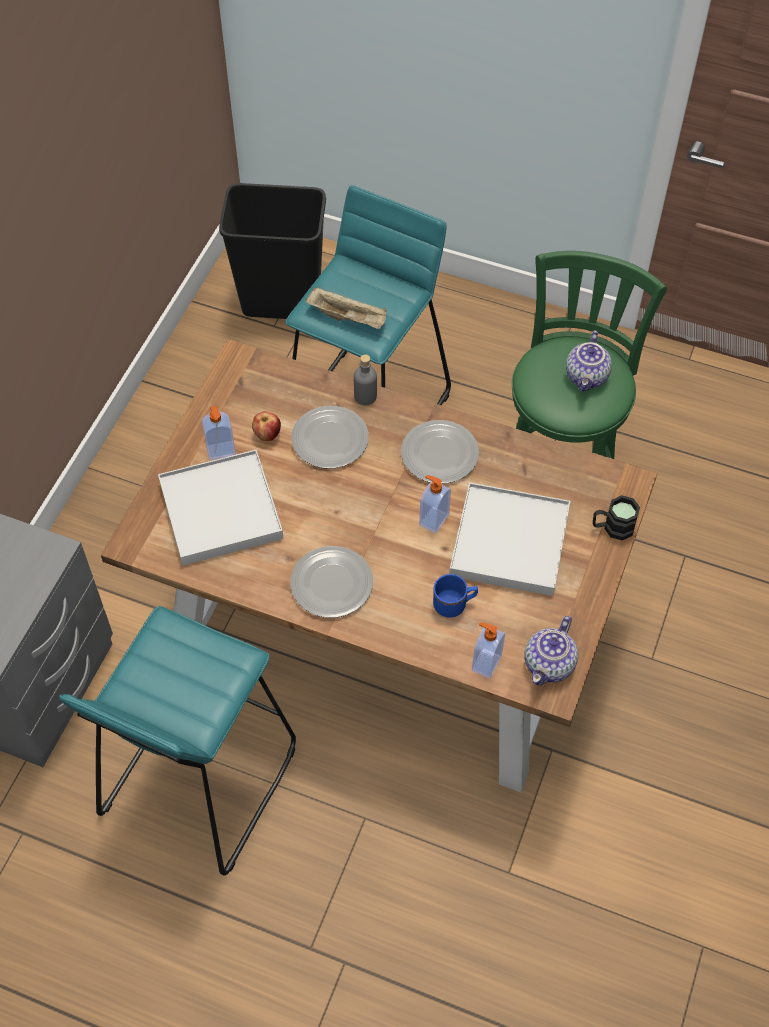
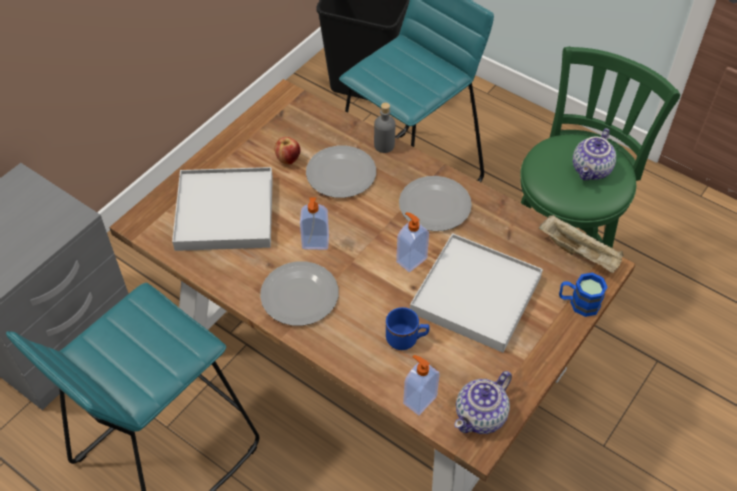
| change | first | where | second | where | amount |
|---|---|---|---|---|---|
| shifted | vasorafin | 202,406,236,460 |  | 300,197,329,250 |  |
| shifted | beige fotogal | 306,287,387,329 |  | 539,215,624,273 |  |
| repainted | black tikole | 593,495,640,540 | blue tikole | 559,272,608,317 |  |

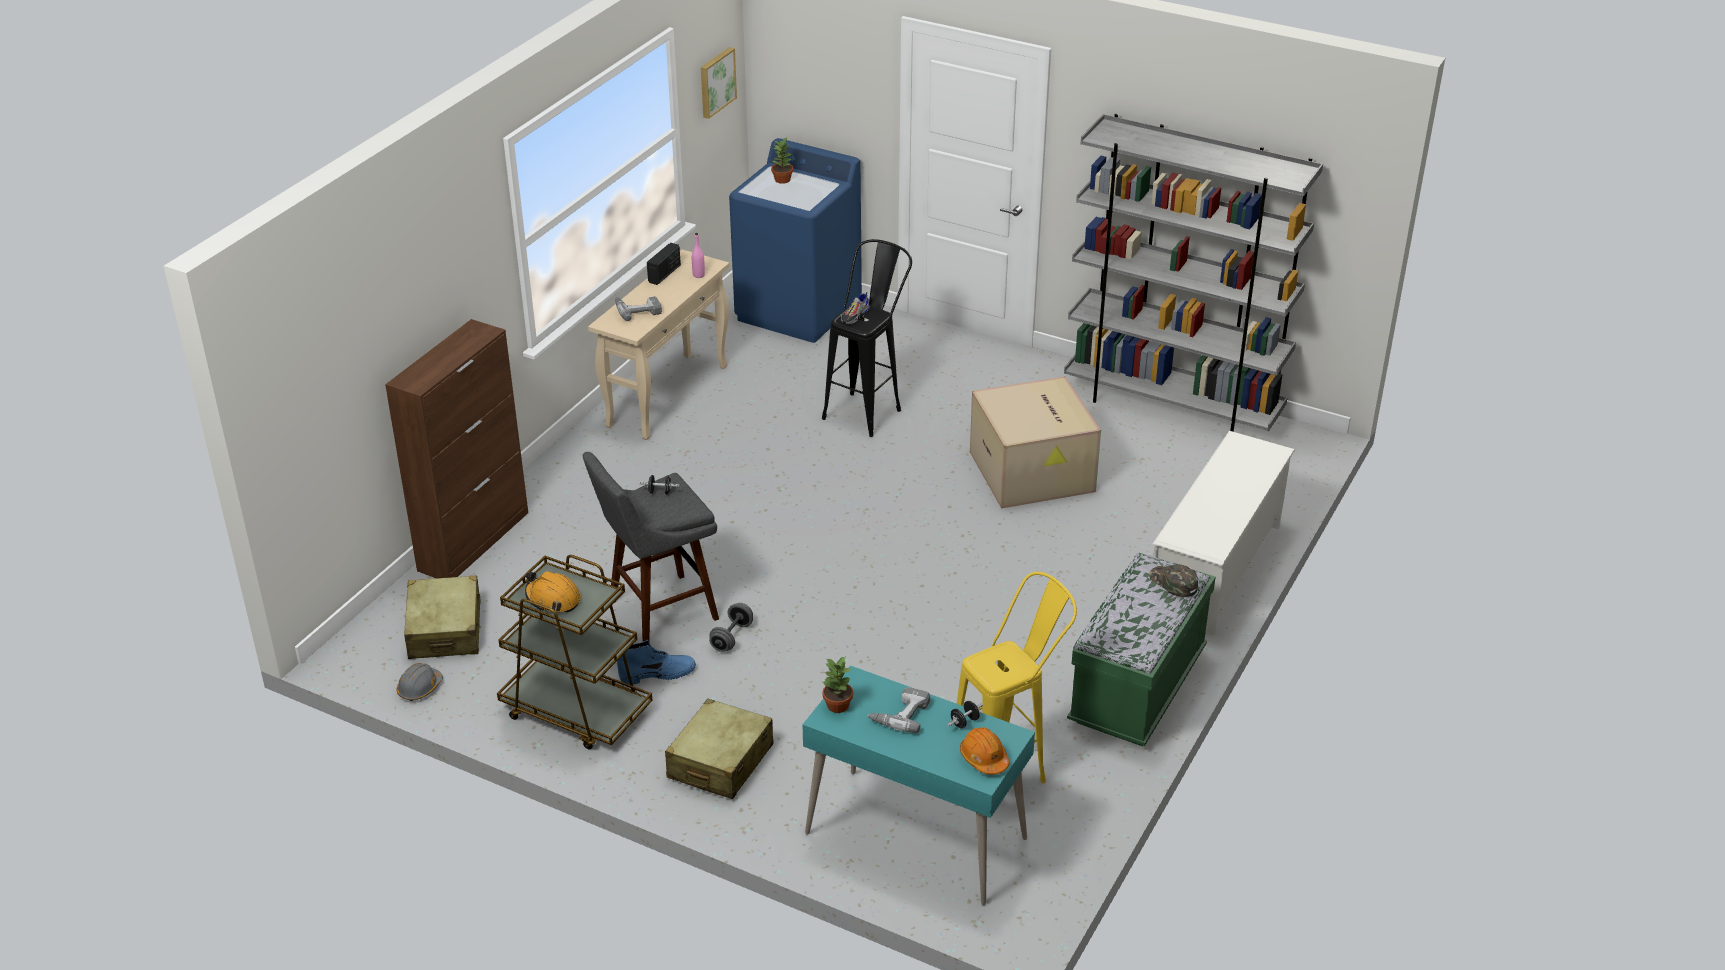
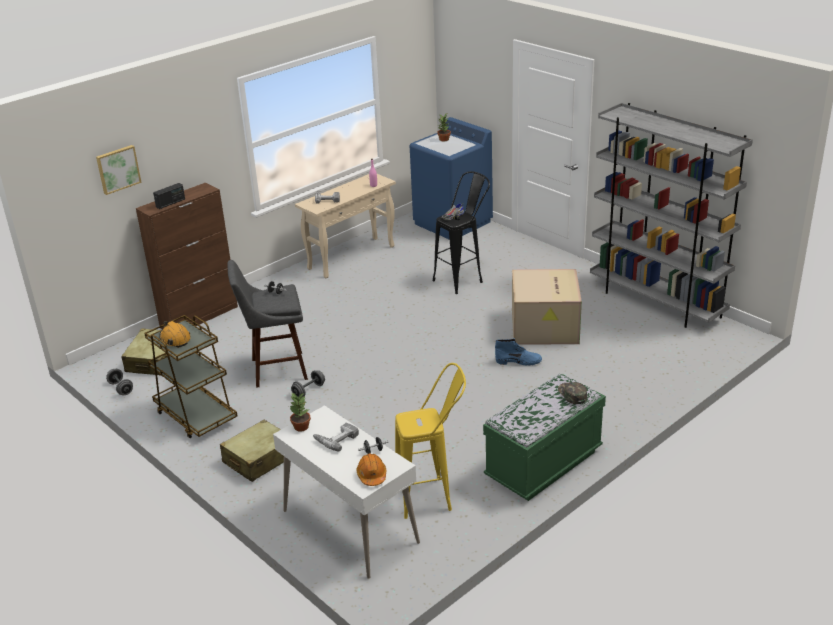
| change | first | where | second | where | amount |
|---|---|---|---|---|---|
| gone | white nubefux | 1153,431,1295,636 |  |  |  |
| shifted | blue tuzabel | 617,640,696,685 |  | 495,338,542,366 |  |
| shifted | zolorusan | 647,243,681,285 |  | 153,183,185,209 |  |
| shifted | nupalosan | 701,47,737,119 |  | 96,145,141,195 |  |
| swapped | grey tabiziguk | 396,663,443,701 | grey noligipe | 106,369,133,395 |  |
| repainted | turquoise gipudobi | 802,666,1035,905 | white gipudobi | 273,405,420,579 |  |

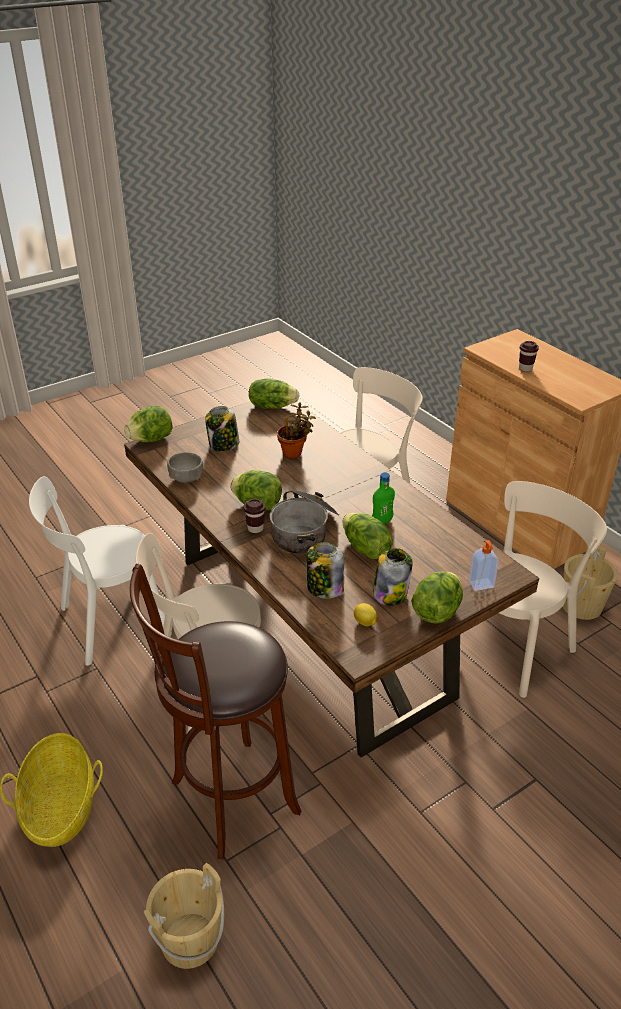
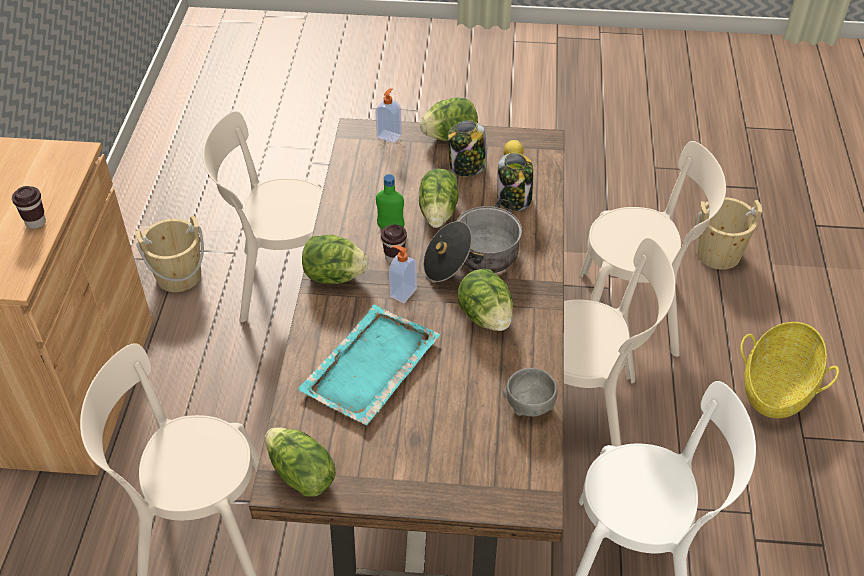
| change | first | where | second | where | amount |
|---|---|---|---|---|---|
| gone | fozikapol | 205,406,239,452 |  |  |  |
| new |  |  | vasorafin | 389,245,417,303 |  |
| shifted | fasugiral | 124,406,173,442 |  | 302,235,368,284 |  |
| shifted | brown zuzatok | 244,499,266,533 |  | 381,224,407,264 |  |
| swapped | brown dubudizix | 130,564,301,859 | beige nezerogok | 580,141,726,357 |  |
| swapped | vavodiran | 277,402,316,458 | turquoise fotogal | 298,305,440,425 |  |

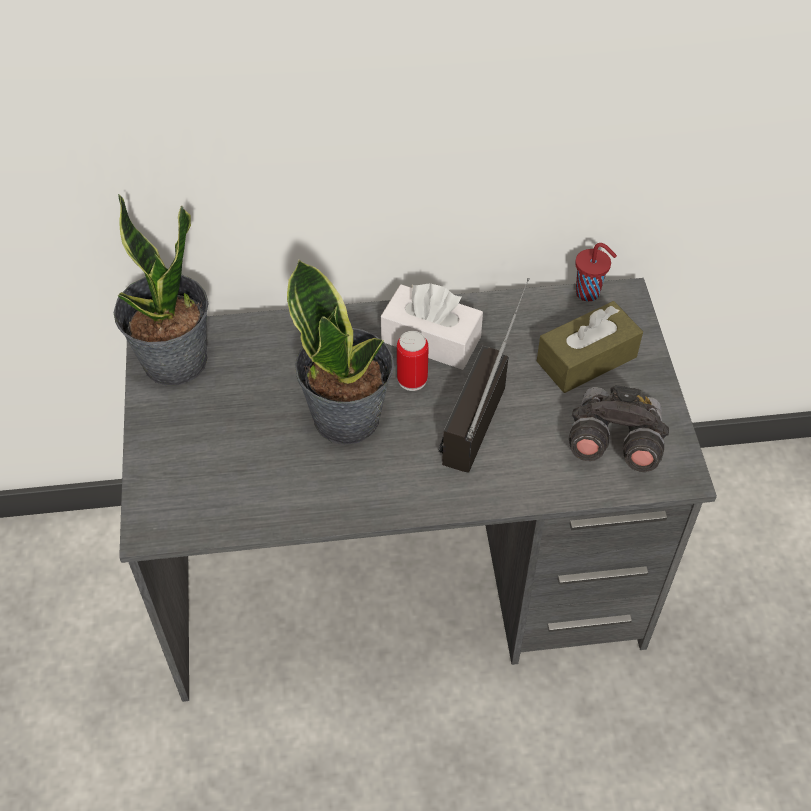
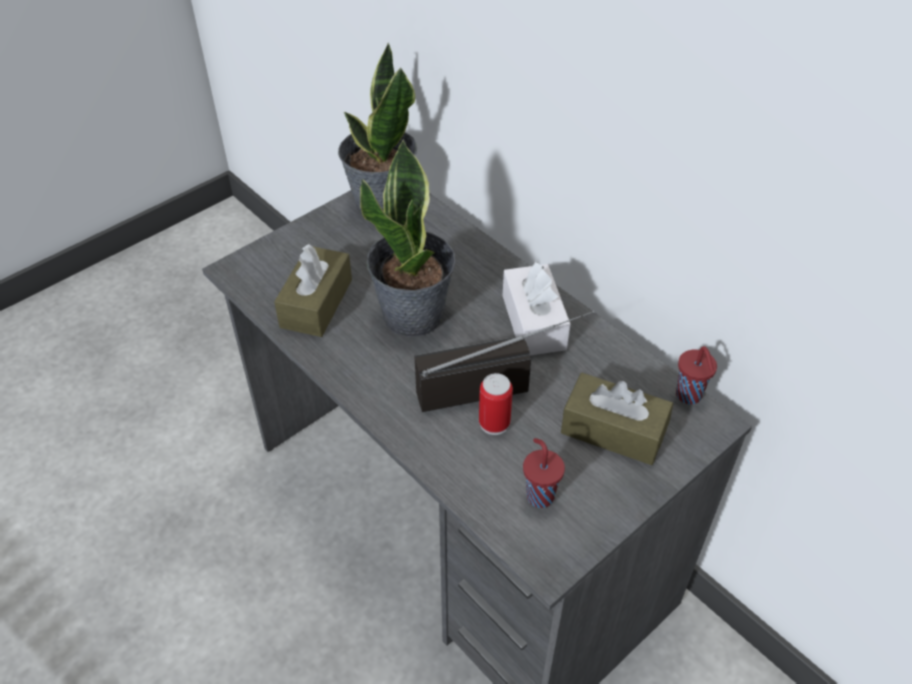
| change | first | where | second | where | amount |
|---|---|---|---|---|---|
| new |  |  | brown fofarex | 274,244,352,337 |  |
| shifted | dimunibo | 397,331,429,391 |  | 479,373,513,435 |  |
| swapped | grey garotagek | 569,385,669,472 | red zuzatok | 523,438,565,508 |  |

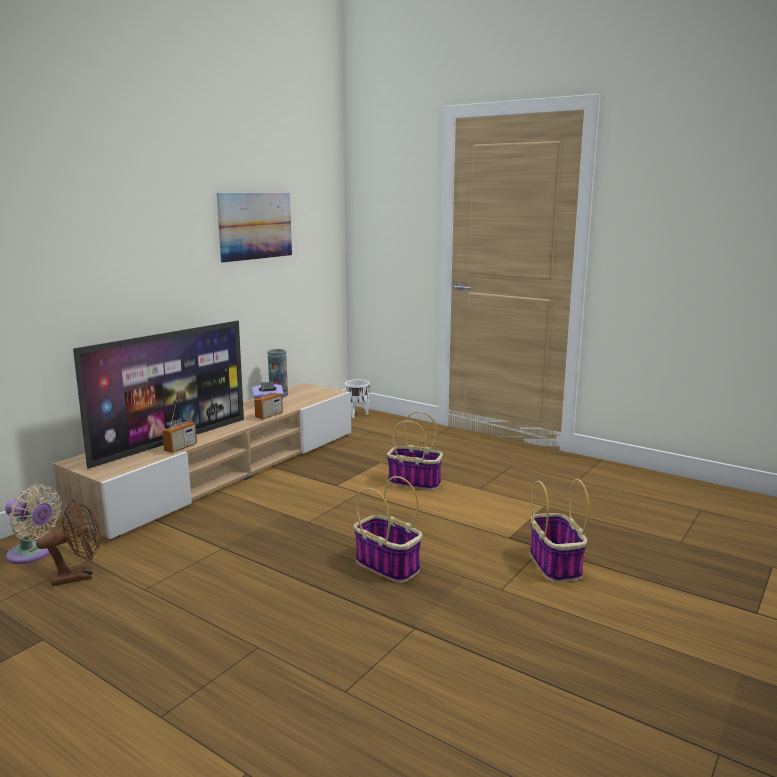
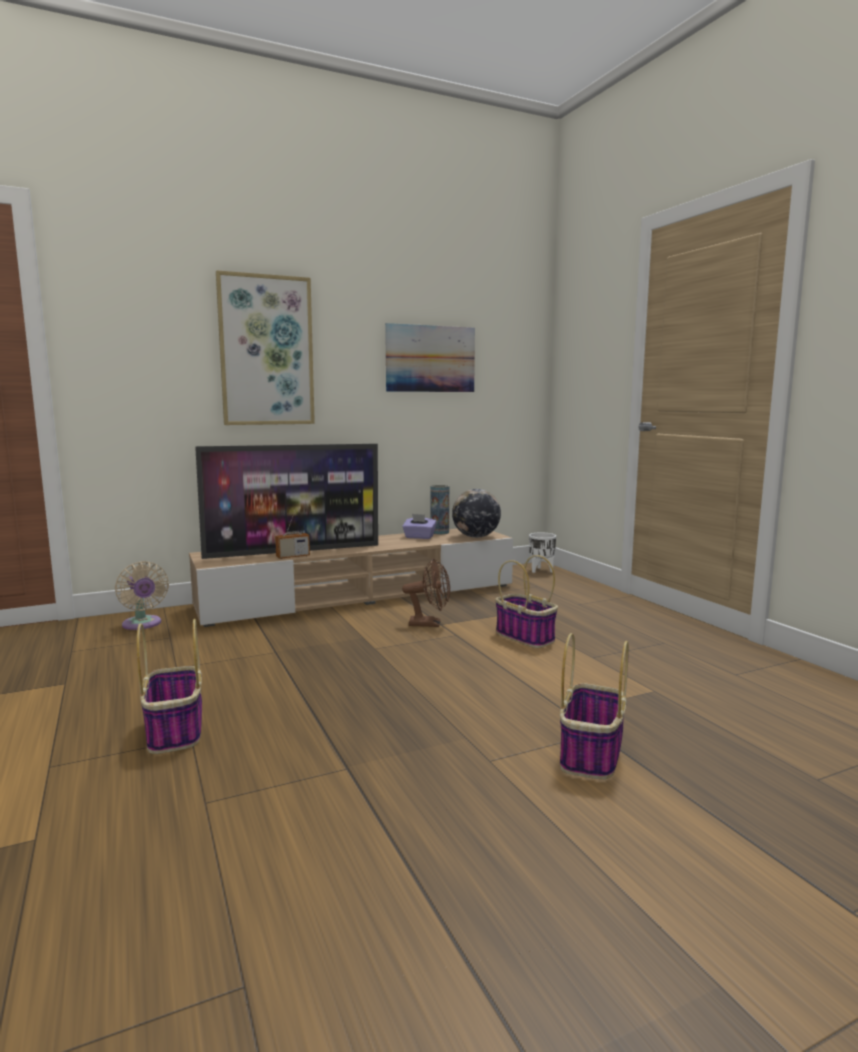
| change | first | where | second | where | amount |
|---|---|---|---|---|---|
| gone | zolorusan | 254,373,283,419 |  |  |  |
| new |  |  | nupalosan | 216,270,315,425 |  |
| new |  |  | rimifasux | 452,489,501,538 |  |
| shifted | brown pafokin | 36,500,100,586 |  | 402,558,450,627 |  |
| shifted | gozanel | 354,476,422,583 |  | 137,619,202,754 |  |

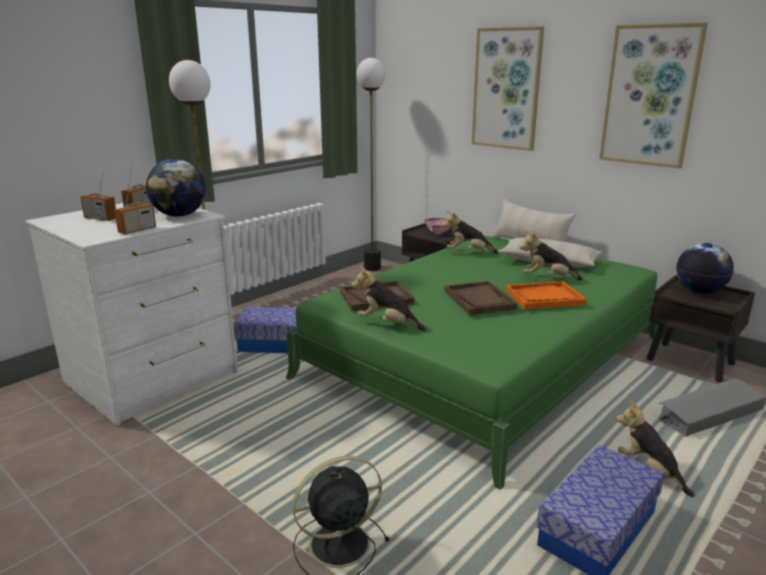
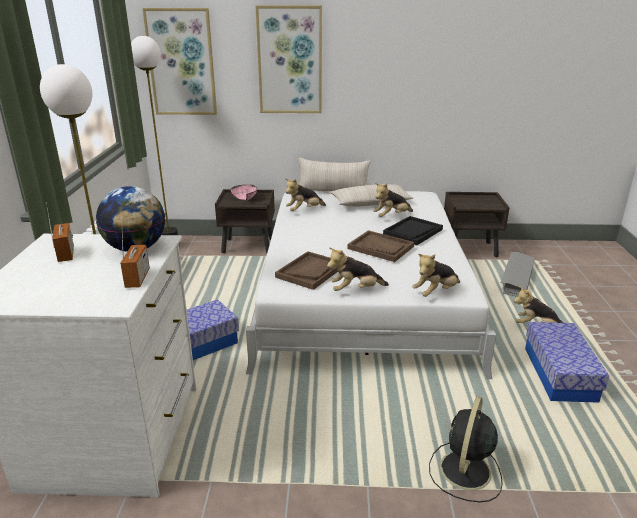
| change | first | where | second | where | amount |
|---|---|---|---|---|---|
| gone | zolorusan | 80,174,116,221 |  |  |  |
| gone | rimifasux | 676,243,734,294 |  |  |  |
| new |  |  | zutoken | 412,254,460,297 |  |
| shifted | nupalosan | 599,23,708,168 |  | 142,8,217,115 |  |
| repainted | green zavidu | 286,236,658,490 | white zavidu | 246,191,496,379 |  |
| repainted | orange fotogal | 506,281,587,310 | black fotogal | 383,216,443,245 |  |

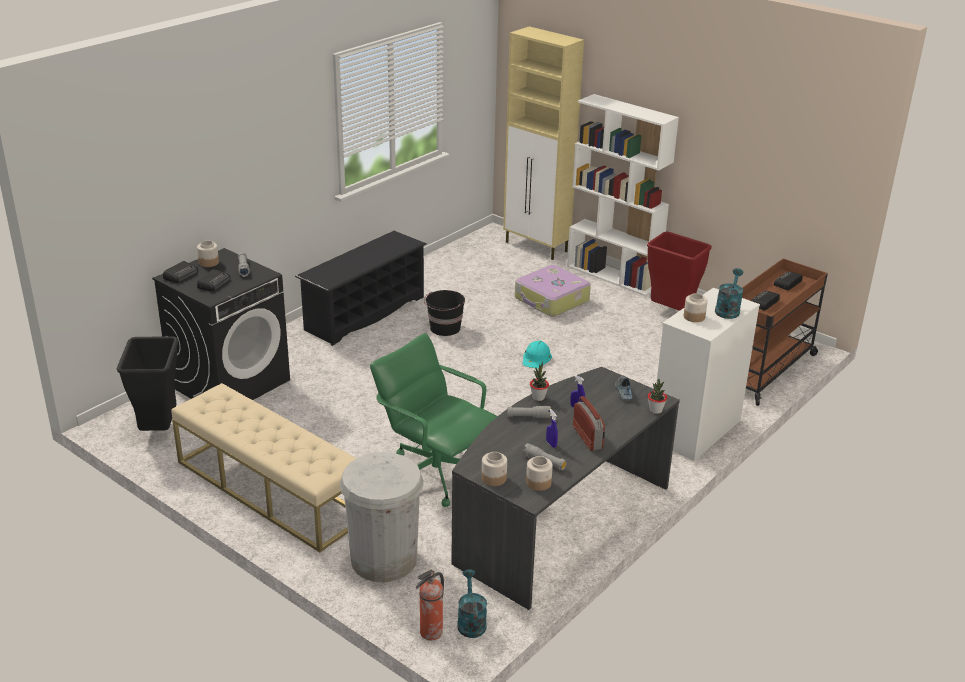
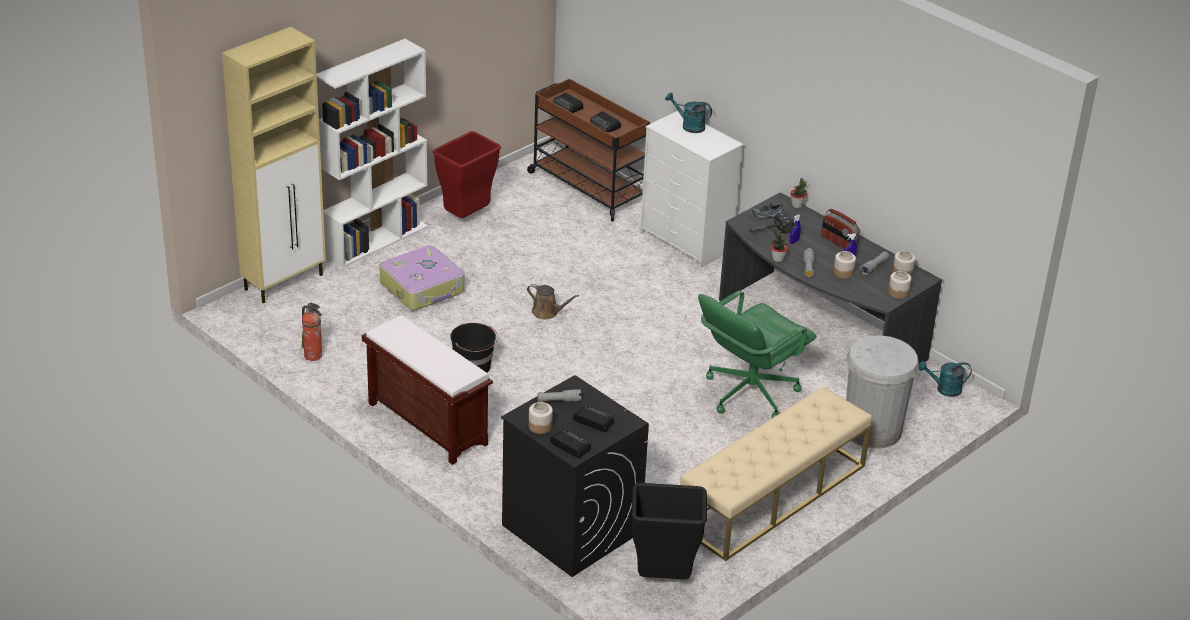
| change | first | where | second | where | amount |
|---|---|---|---|---|---|
| new |  |  | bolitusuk | 750,212,795,234 |  |
| shifted | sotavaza | 416,570,444,640 |  | 302,303,322,361 |  |
| shifted | fozikapol | 684,293,707,322 |  | 833,251,856,279 |  |
| swapped | black nubefux | 295,231,427,346 | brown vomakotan | 362,315,493,465 |  |
| swapped | turquoise tabiziguk | 523,340,552,369 | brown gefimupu | 527,284,579,319 |  |
| rotated | zolorusan | 573,396,605,451 |  | 821,209,860,249 | 120 degrees counterclockwise |

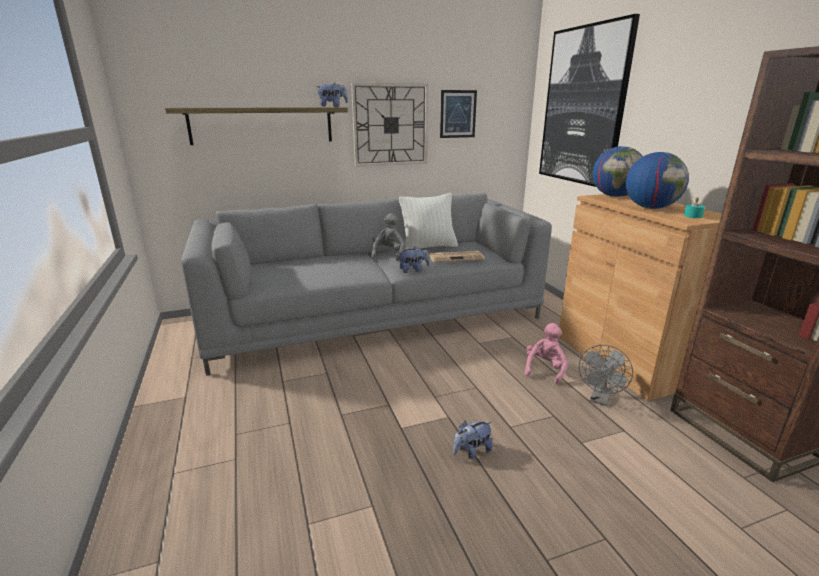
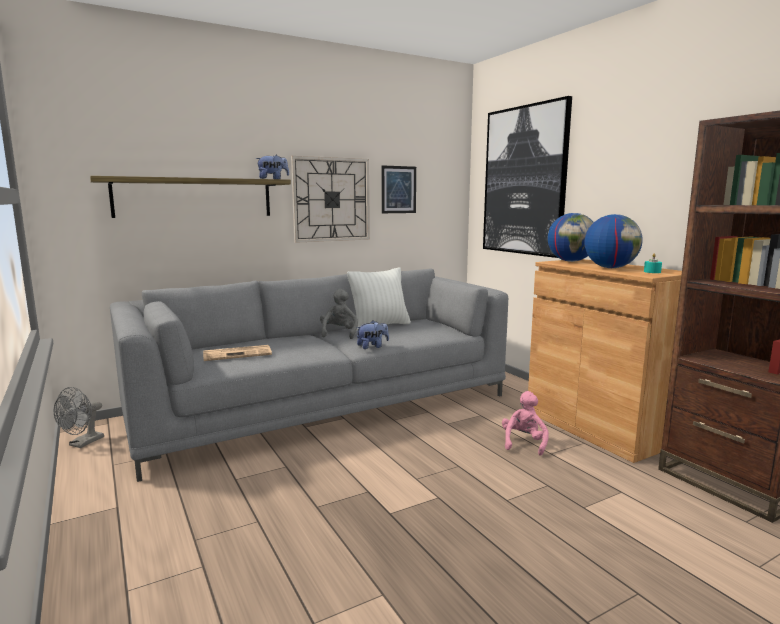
| change | first | where | second | where | amount |
|---|---|---|---|---|---|
| gone | zutoken | 453,421,493,459 |  |  |  |
| shifted | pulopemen | 429,251,485,263 |  | 203,345,272,361 |  |
| shifted | grey pafokin | 579,345,633,406 |  | 54,387,104,448 |  |

